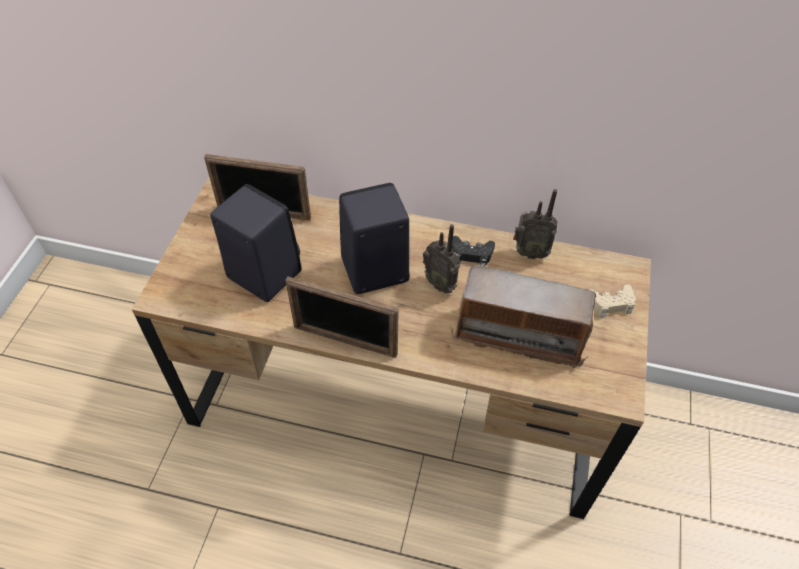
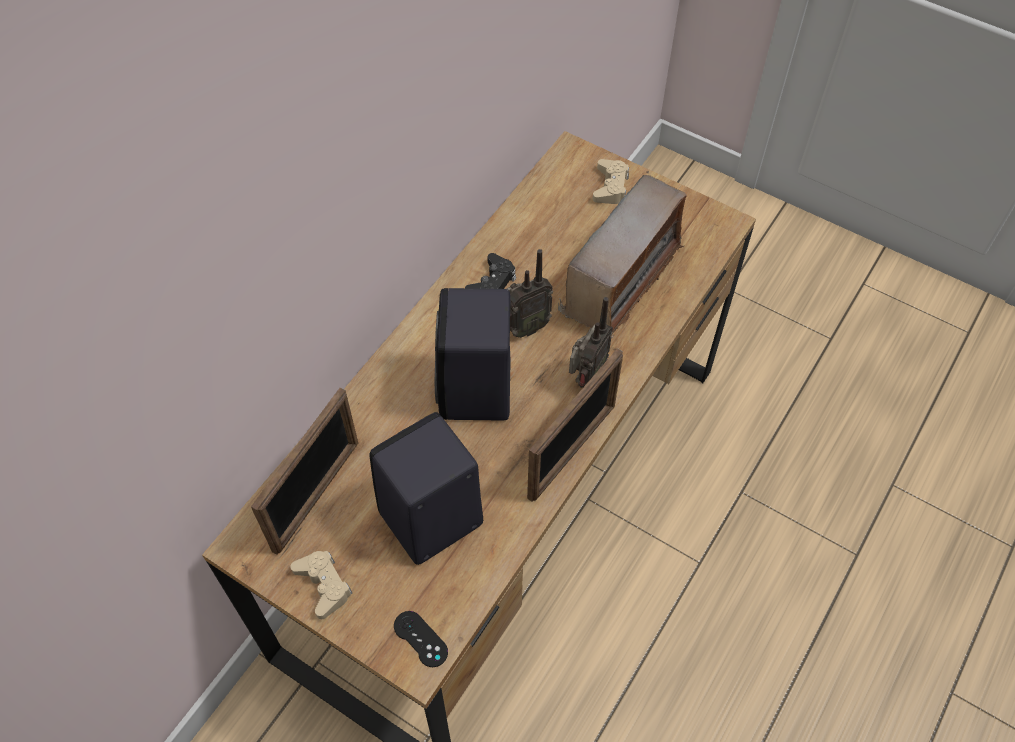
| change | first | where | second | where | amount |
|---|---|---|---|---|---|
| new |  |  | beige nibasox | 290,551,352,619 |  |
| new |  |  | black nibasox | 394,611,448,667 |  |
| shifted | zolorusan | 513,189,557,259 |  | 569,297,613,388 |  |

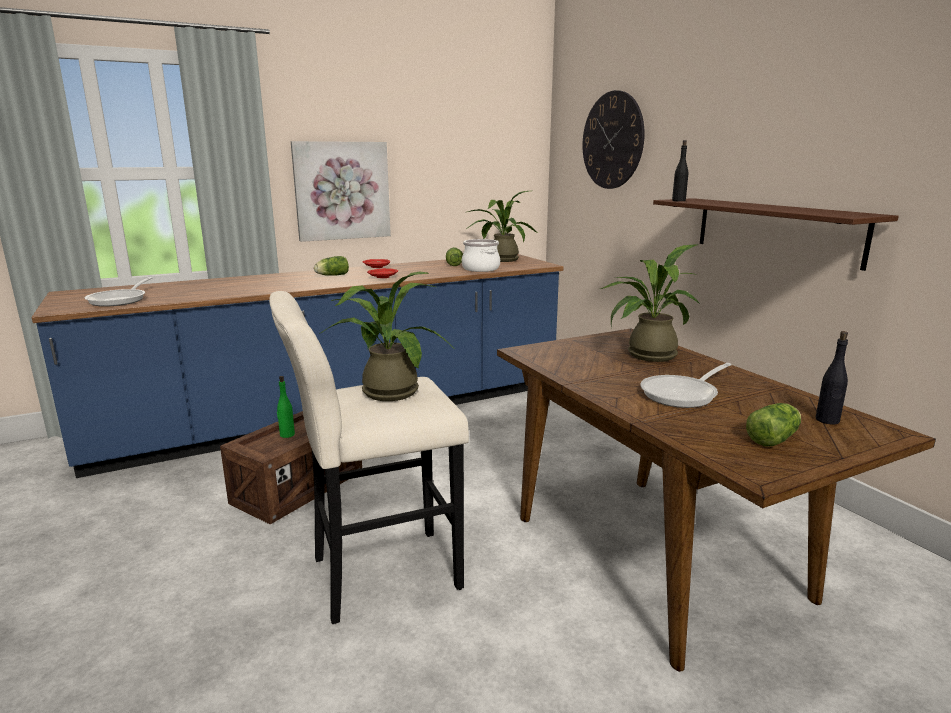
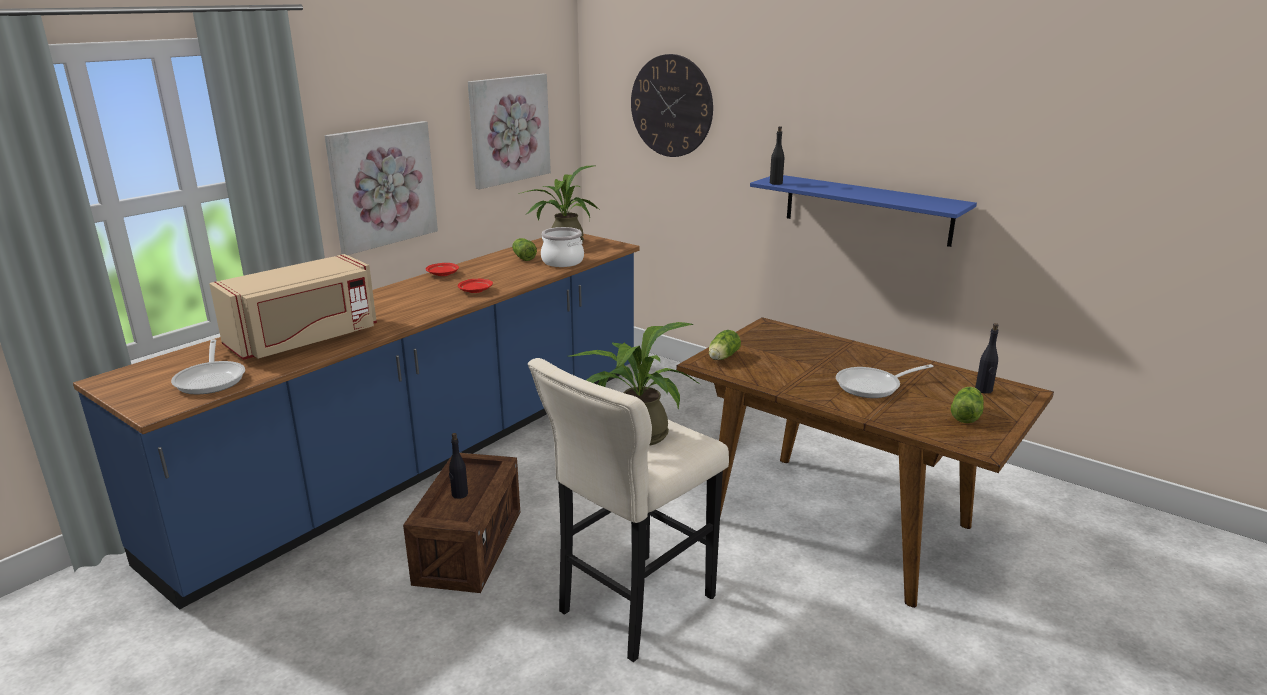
| change | first | where | second | where | amount |
|---|---|---|---|---|---|
| gone | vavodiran | 600,244,700,362 |  |  |  |
| new |  |  | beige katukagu | 209,254,377,360 |  |
| new |  |  | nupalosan | 468,74,551,189 |  |
| shifted | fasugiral | 314,256,349,276 |  | 709,330,741,360 |  |
| repainted | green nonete | 277,376,295,438 | black nonete | 449,433,468,499 |  |
| repainted | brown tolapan | 653,198,899,271 | blue tolapan | 750,175,977,247 |  |
| rotated | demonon | 640,363,732,408 |  | 836,364,934,398 | 45 degrees clockwise |

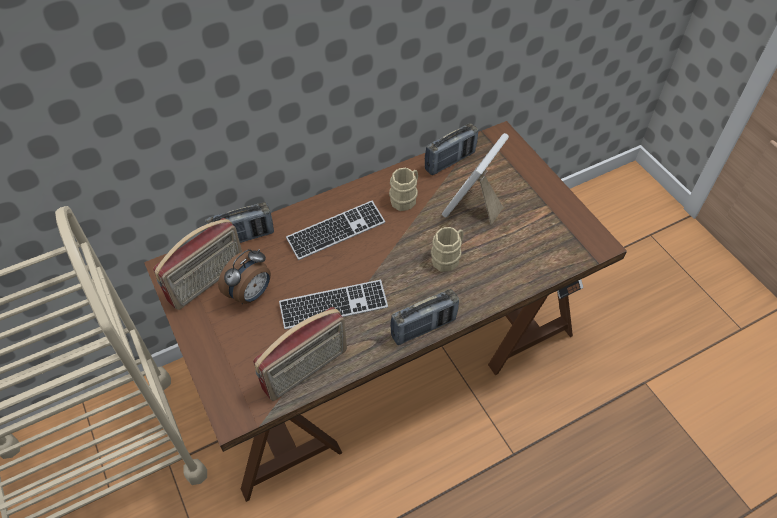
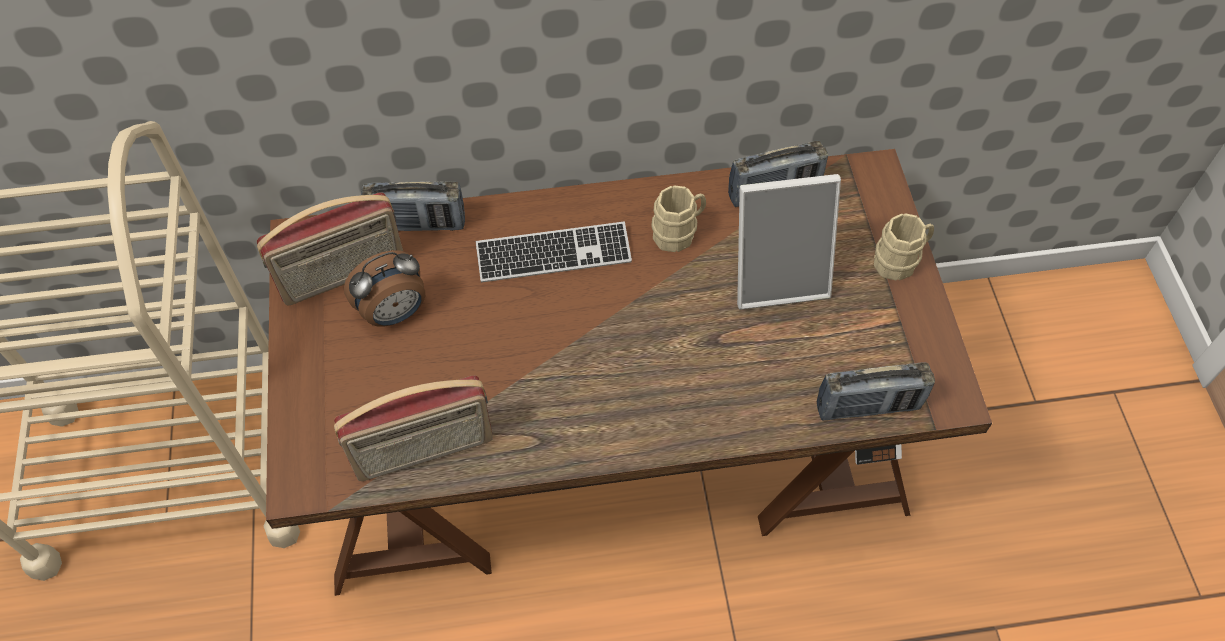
| change | first | where | second | where | amount |
|---|---|---|---|---|---|
| gone | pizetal | 279,280,388,329 |  |  |  |
| shifted | zolorusan | 390,289,459,345 |  | 817,362,935,421 |  |
| shifted | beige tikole | 431,227,464,272 |  | 874,213,934,280 |  |
| rotated | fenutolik | 442,133,509,225 |  | 737,174,841,310 | 150 degrees counterclockwise |

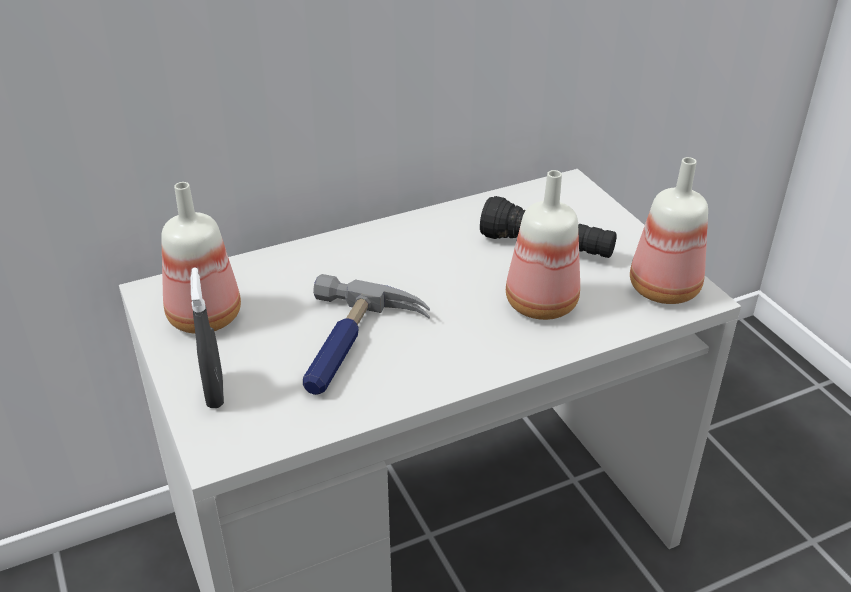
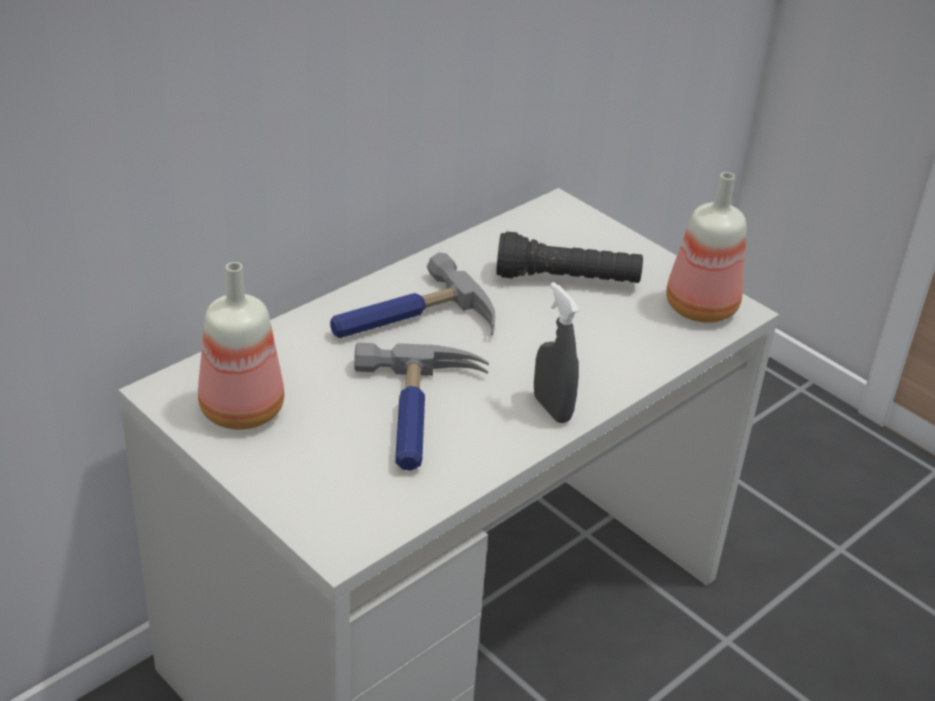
| change | first | where | second | where | amount |
|---|---|---|---|---|---|
| gone | nonete | 506,170,580,320 |  |  |  |
| new |  |  | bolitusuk | 330,253,495,338 |  |
| shifted | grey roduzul | 190,267,224,408 |  | 534,282,579,423 |  |

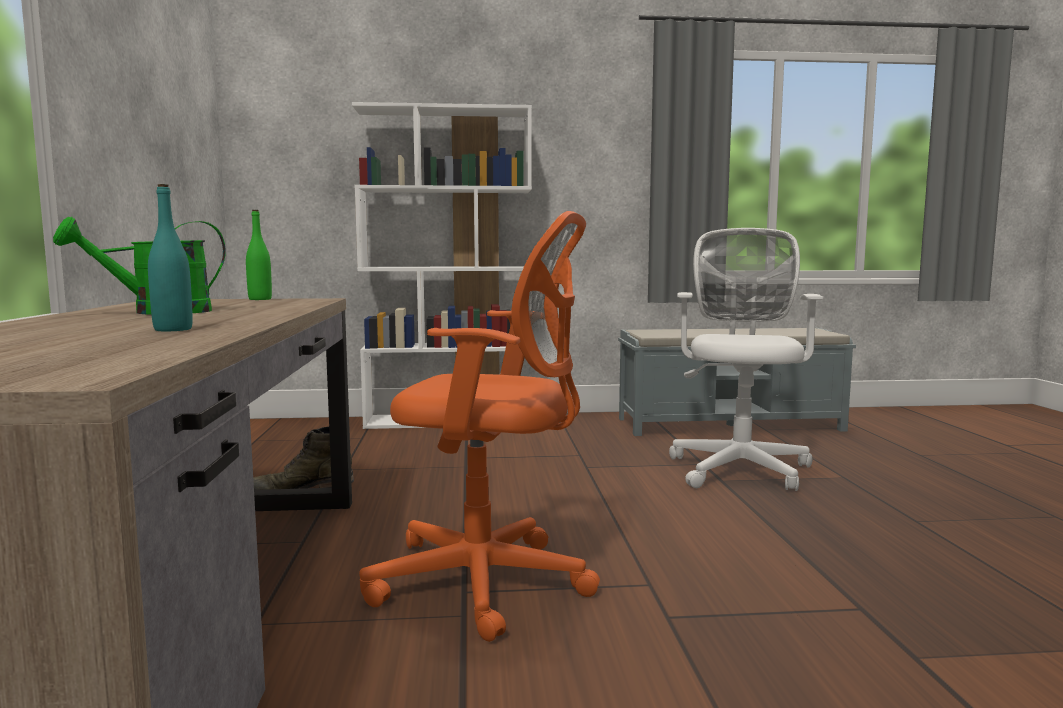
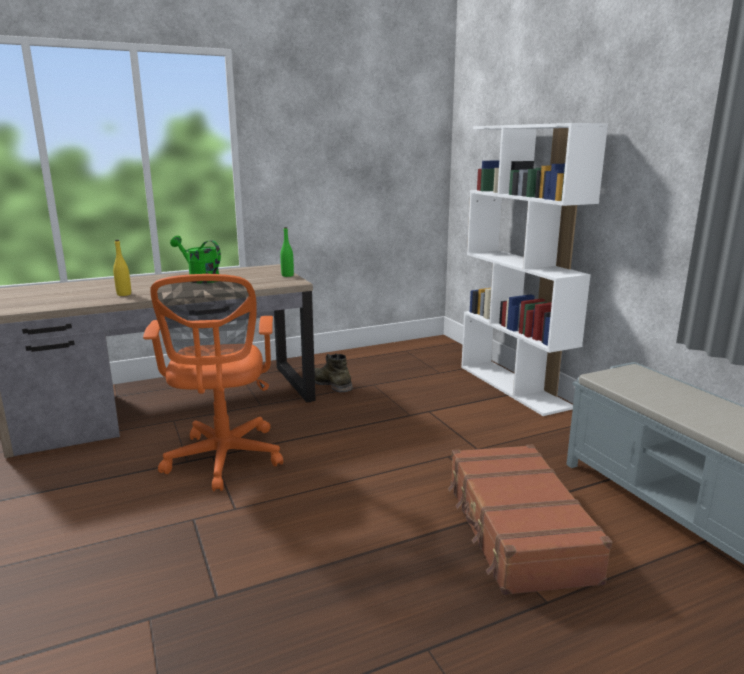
| change | first | where | second | where | amount |
|---|---|---|---|---|---|
| swapped | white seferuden | 669,228,823,491 | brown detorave | 448,444,612,595 |  |
| repainted | turquoise nonete | 148,184,193,331 | yellow nonete | 113,240,131,296 |  |

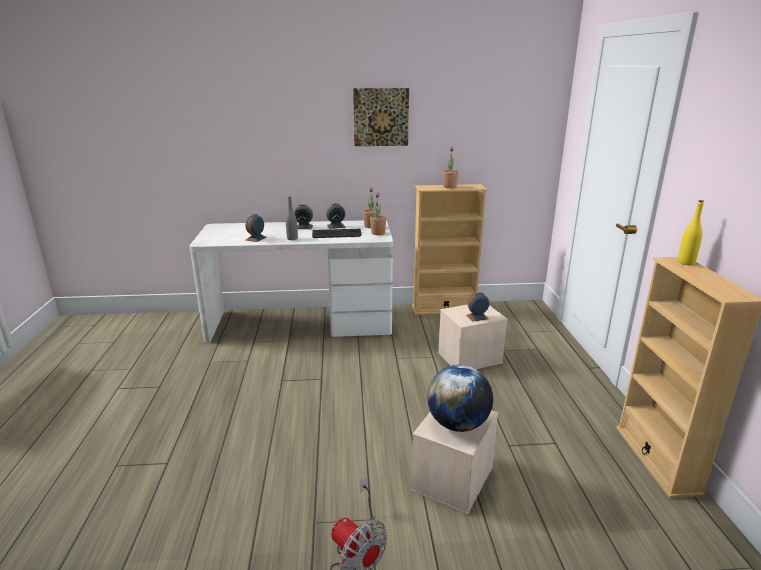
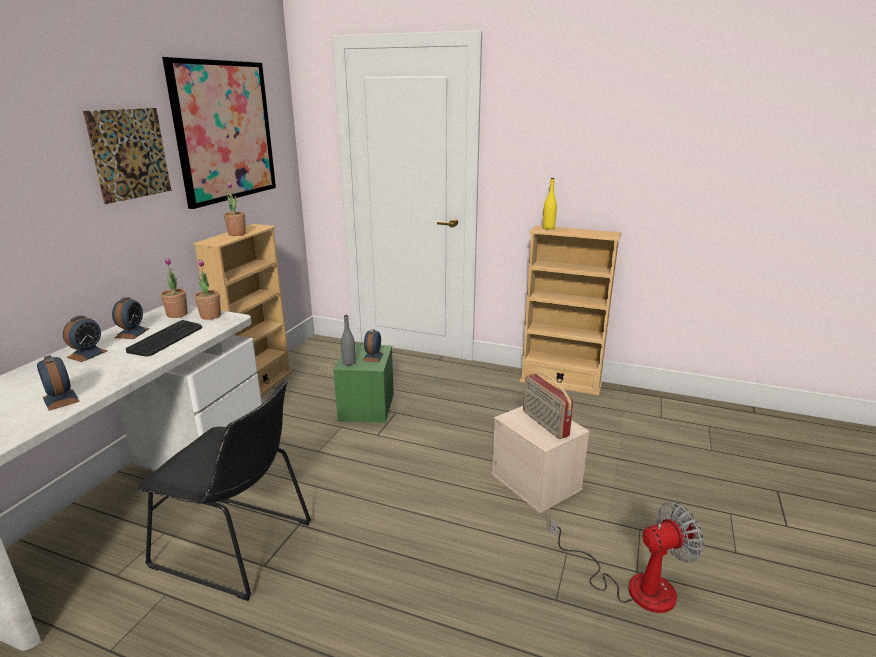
| change | first | where | second | where | amount |
|---|---|---|---|---|---|
| new |  |  | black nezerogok | 137,380,311,601 |  |
| new |  |  | nupalosan | 162,57,276,209 |  |
| shifted | grey nonete | 286,197,298,240 |  | 341,315,356,366 |  |
| swapped | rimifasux | 427,365,493,432 | zolorusan | 523,373,573,439 |  |
| repainted | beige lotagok | 438,304,508,369 | green lotagok | 333,344,394,423 |  |

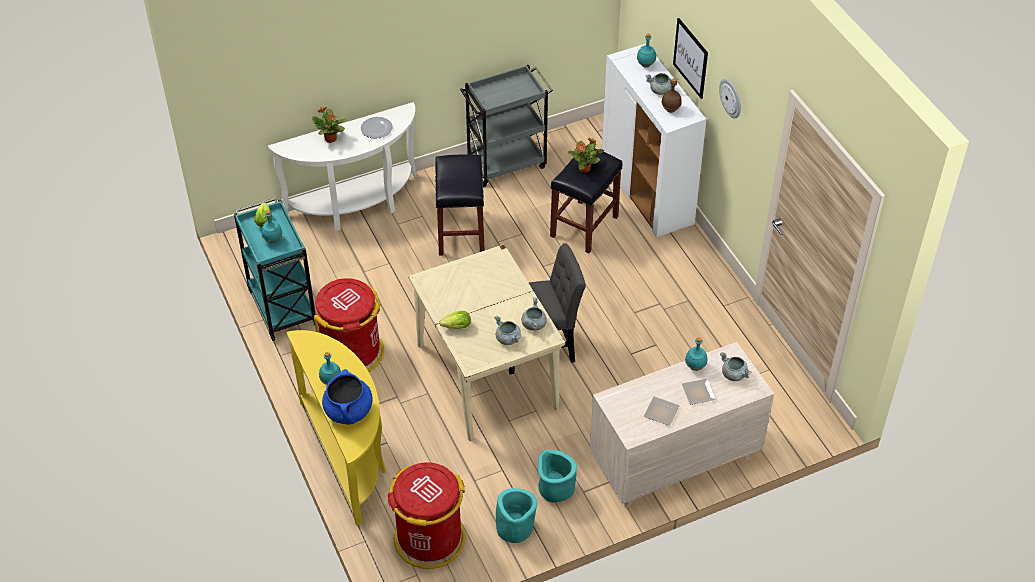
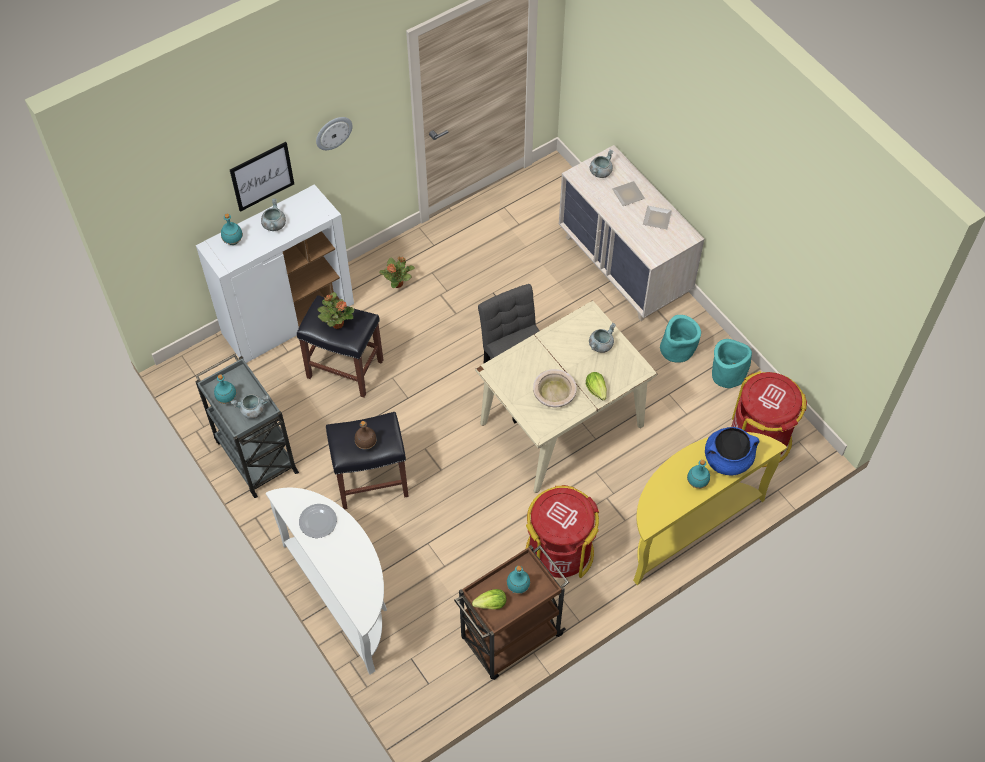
| change | first | where | second | where | amount |
|---|---|---|---|---|---|
| new |  |  | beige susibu | 533,369,577,407 |  |
| shifted | vavodiran | 312,106,346,143 |  | 379,257,415,288 |  |
| shifted | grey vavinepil | 521,298,547,331 |  | 231,394,269,419 |  |
| shifted | brown nonete | 662,78,682,113 |  | 355,421,377,449 |  |
| shifted | turquoise nonete | 685,337,707,371 |  | 214,375,237,404 |  |
| repainted | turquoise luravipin | 234,198,316,341 | brown luravipin | 454,545,569,680 |  |

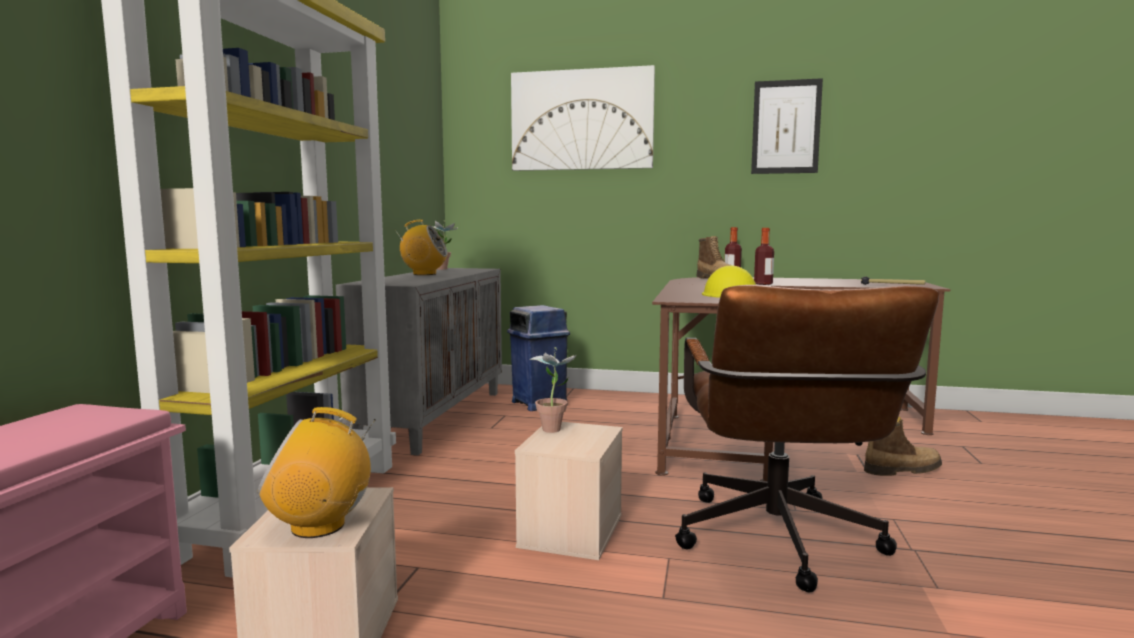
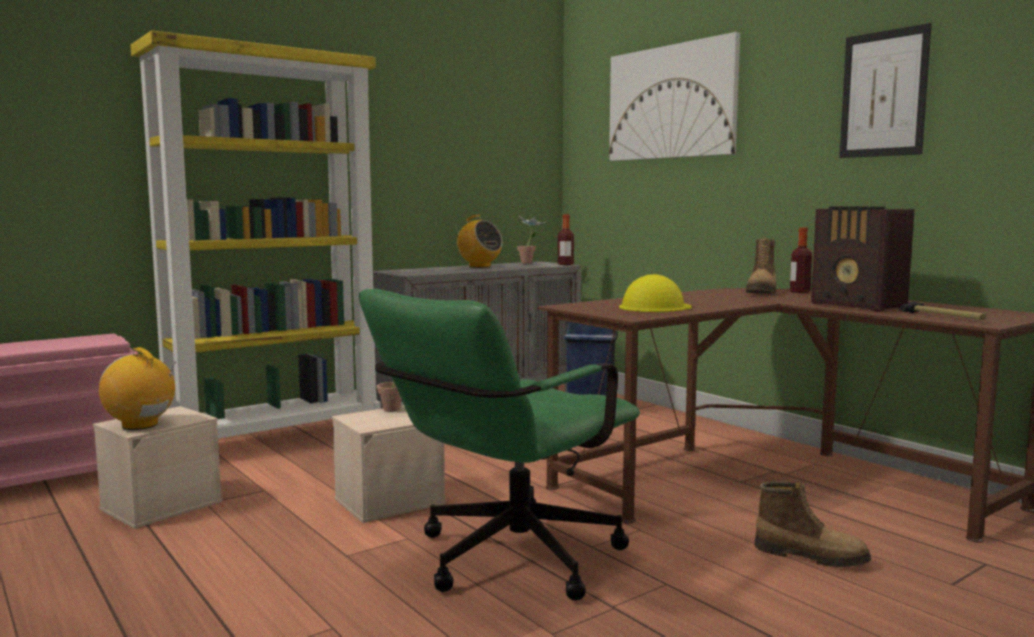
| change | first | where | second | where | amount |
|---|---|---|---|---|---|
| new |  |  | zolorusan | 811,206,914,312 |  |
| shifted | nonete | 754,228,774,285 |  | 558,214,574,265 |  |
| repainted | brown seferuden | 675,285,939,592 | green seferuden | 359,289,640,601 |  |

